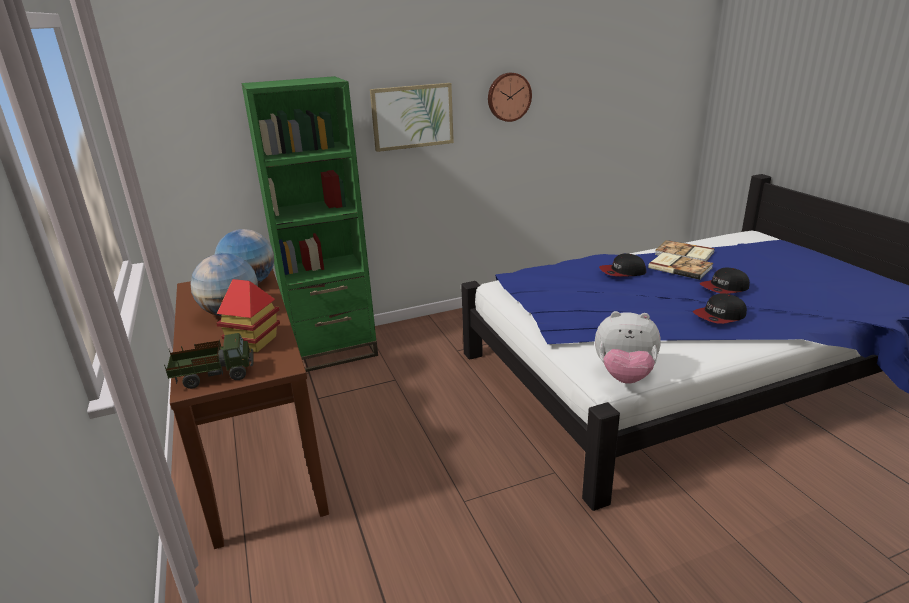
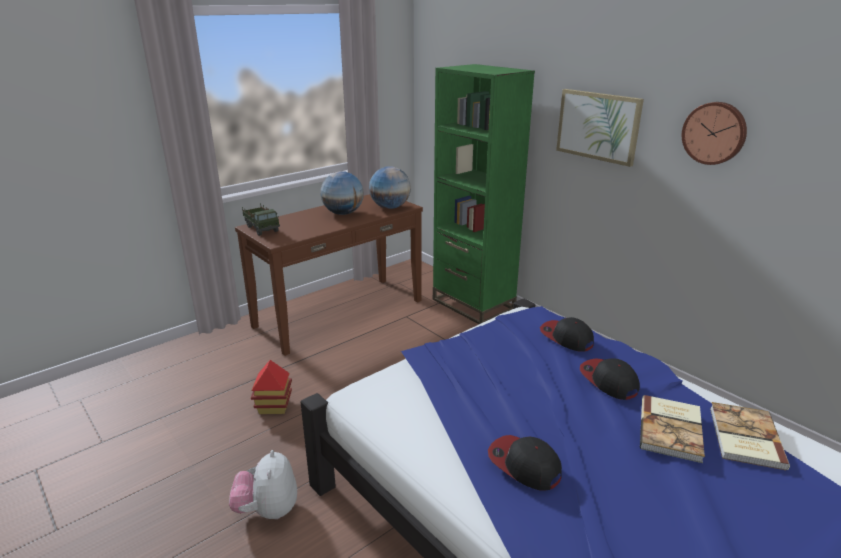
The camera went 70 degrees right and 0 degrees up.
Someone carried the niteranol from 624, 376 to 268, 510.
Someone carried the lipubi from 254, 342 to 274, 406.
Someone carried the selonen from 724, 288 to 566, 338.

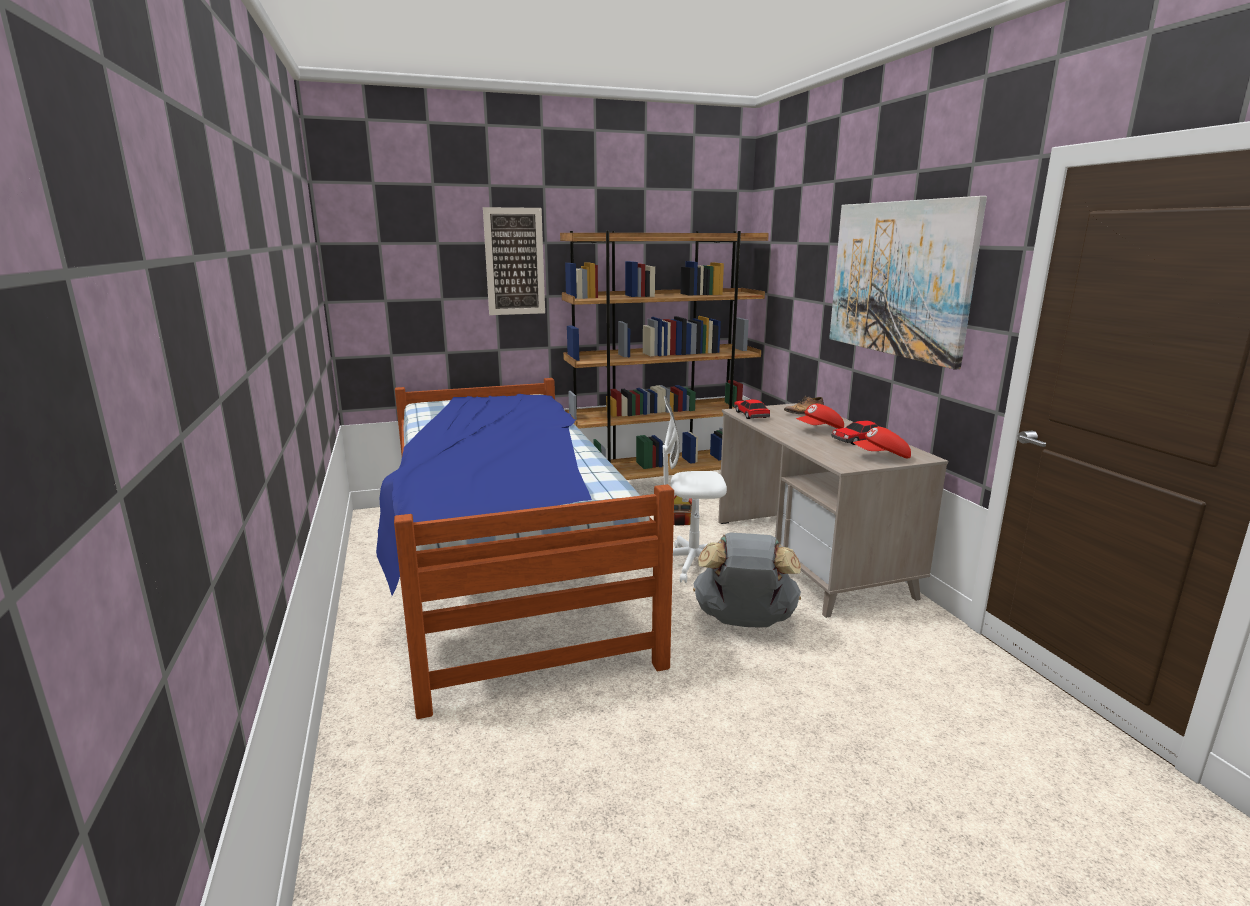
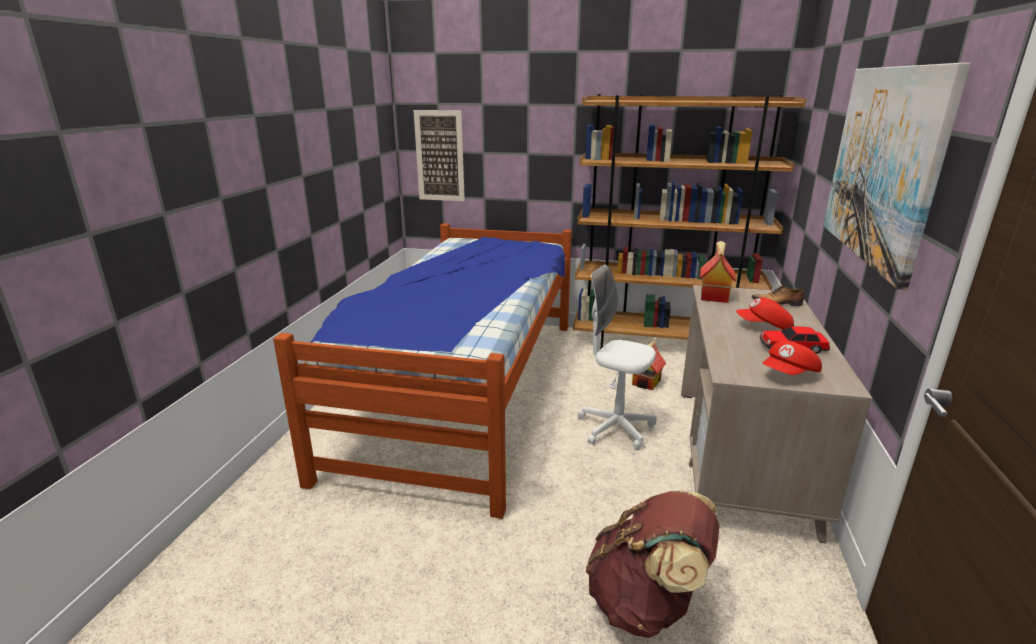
The camera went 30 degrees right and 5 degrees up.
Someone carried the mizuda from 514, 262 to 439, 156.
Someone put down the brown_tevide at 646, 604.
Someone swapped the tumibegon at 750, 415 for the lipubi at 713, 296.
Someone rotated the red_selonen at 882, 457 by 60 degrees counterclockwise.
Someone took away the grey_tevide at 744, 622.

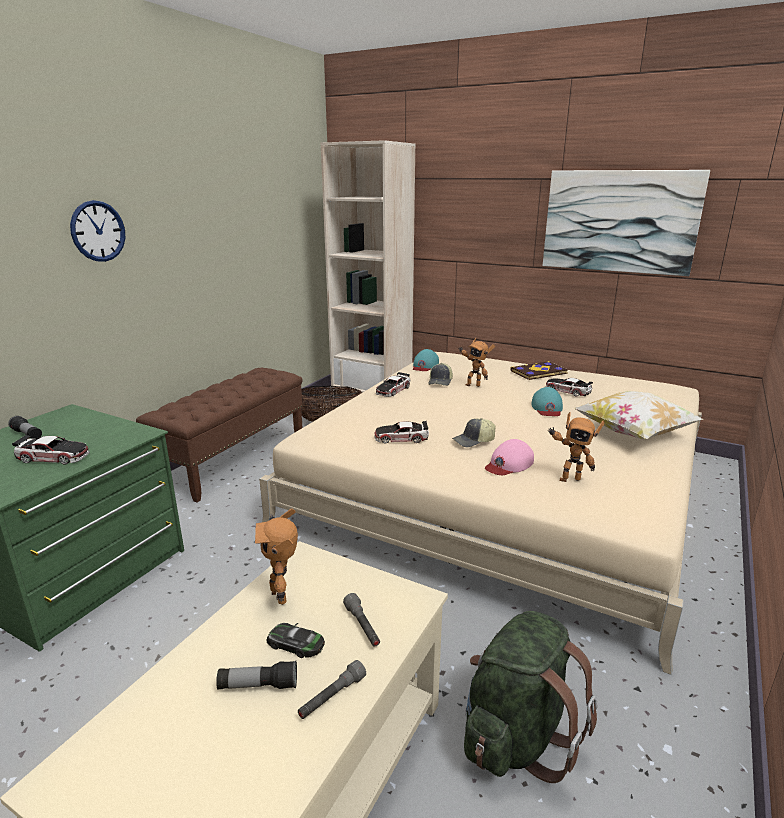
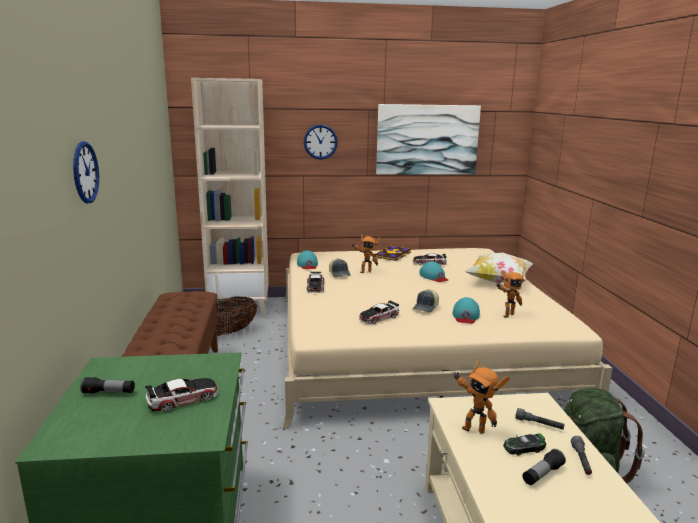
The camera went 35 degrees left and 5 degrees down.
Someone put up the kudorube at 320, 142.
Someone repainted the pink_selonen at 509, 464, which became the turquoise_selonen at 465, 316.

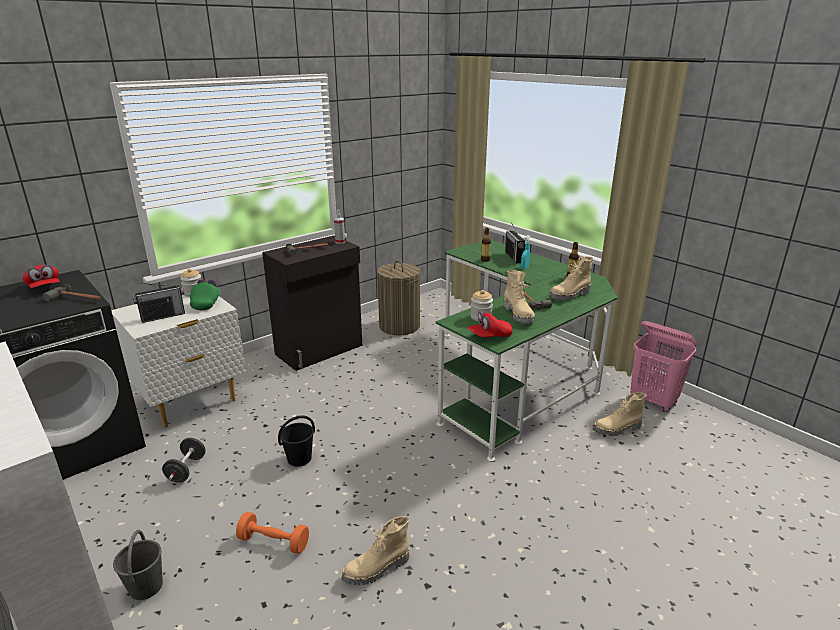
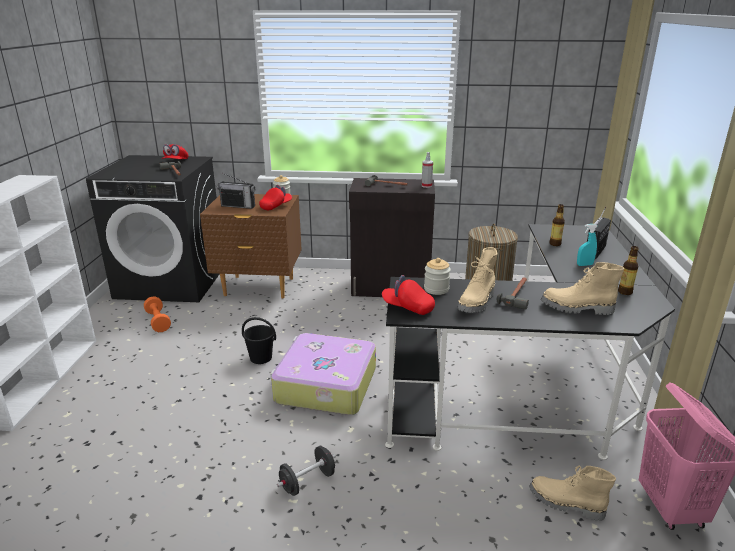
The camera went 45 degrees right and 0 degrees up.
Someone carried the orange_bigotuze from 274, 542 to 158, 321.
Someone repainted the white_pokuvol at 192, 402, which became the brown_pokuvol at 259, 287.
Someone repainted the green_selonen at 206, 303, which became the red_selonen at 276, 206.
Someone put down the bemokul at 324, 385.
Someone carried the black_bigotuze from 186, 470 to 307, 481.
Someone repainted the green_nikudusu at 516, 377, which became the black_nikudusu at 532, 392.
Someone took away the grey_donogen at 146, 586.
Someone took away the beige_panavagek at 377, 569.

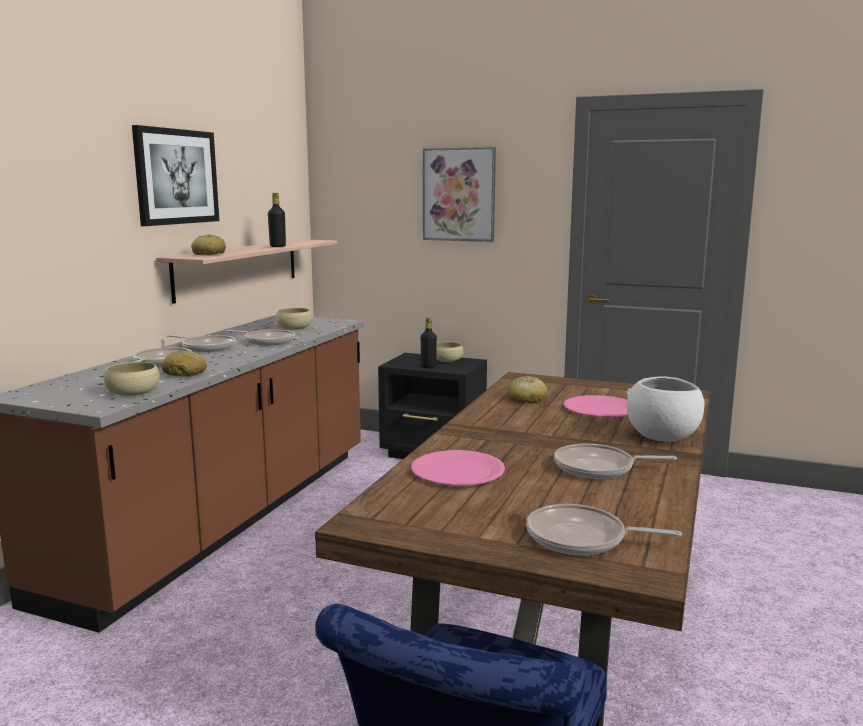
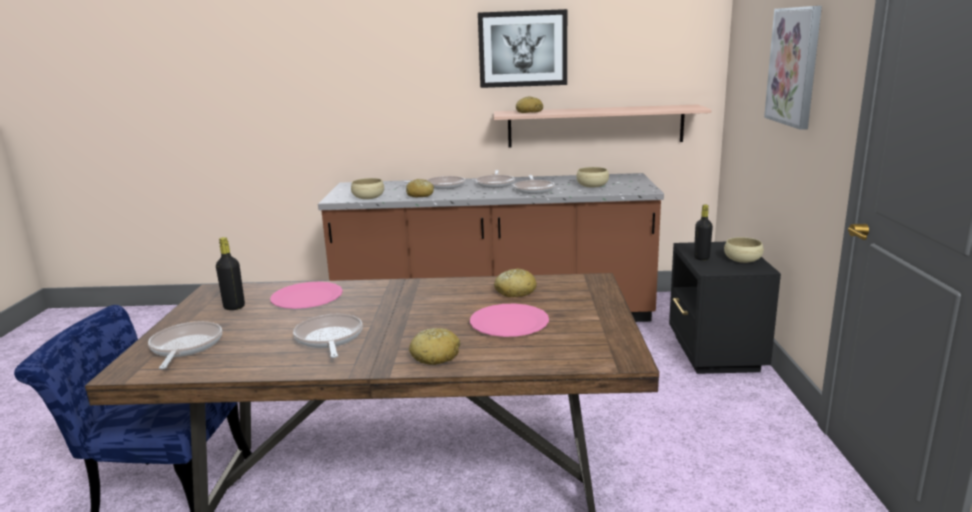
The camera went 70 degrees right and 5 degrees up.
Someone carried the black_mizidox from 277, 246 to 234, 307.
Someone swapped the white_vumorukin at 661, 436 for the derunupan at 435, 356.

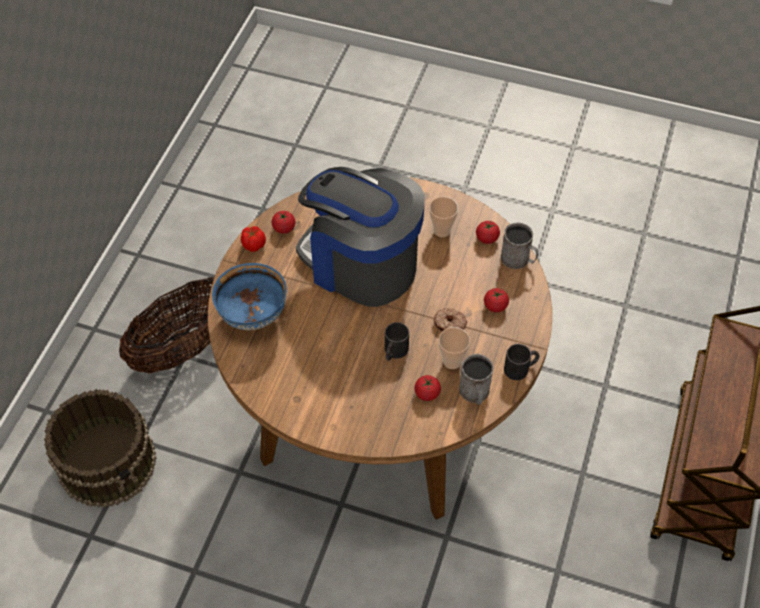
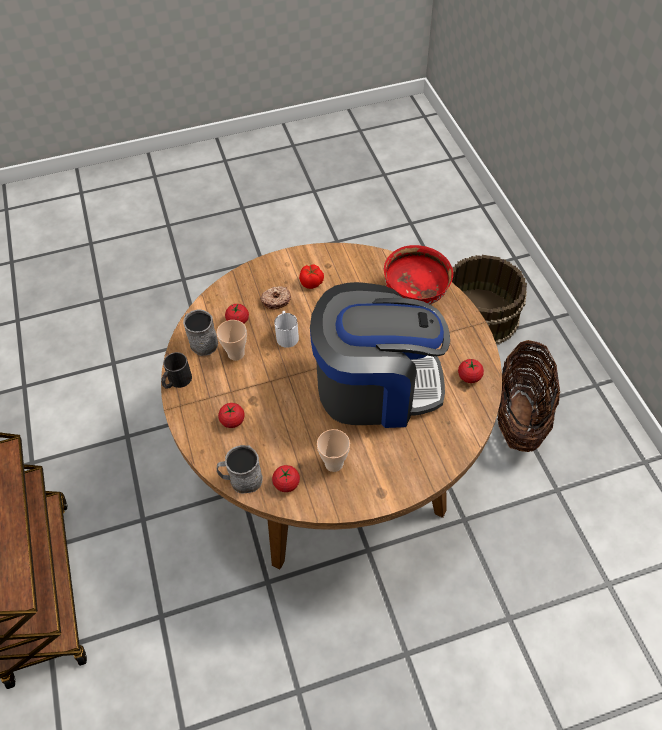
The camera went 145 degrees right and 0 degrees up.
Someone carried the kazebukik from 449, 324 to 276, 300.
Someone repainted the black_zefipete at 394, 352, which became the white_zefipete at 286, 334.
Someone carried the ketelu from 253, 244 to 312, 283.
Someone repainted the blue_vumorukin at 252, 316, which became the red_vumorukin at 415, 296.

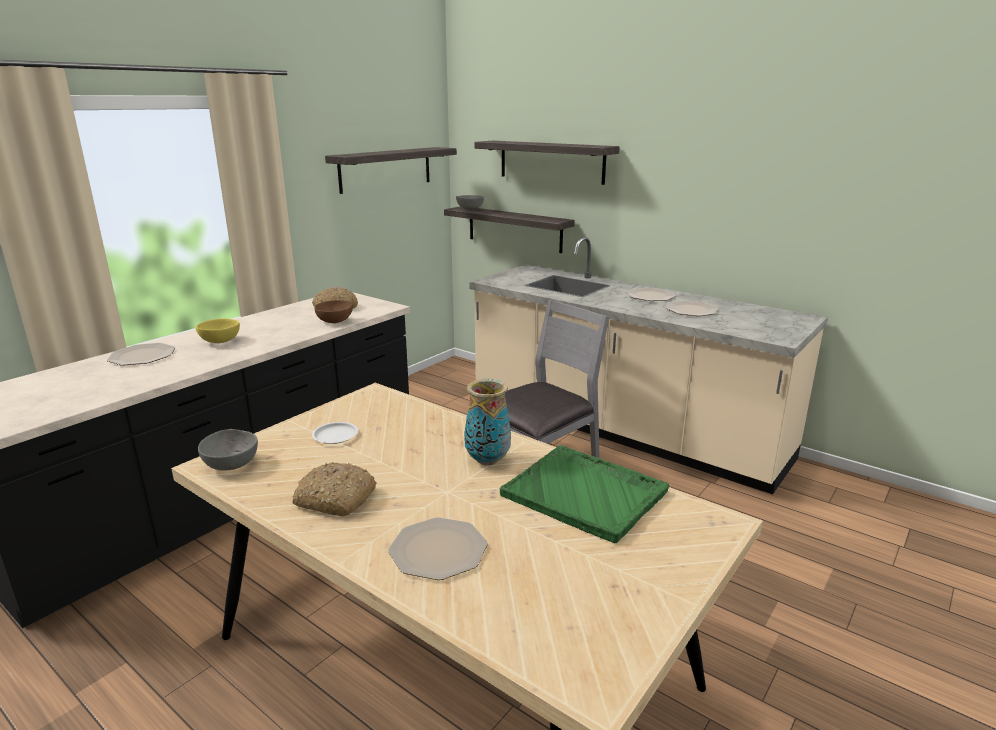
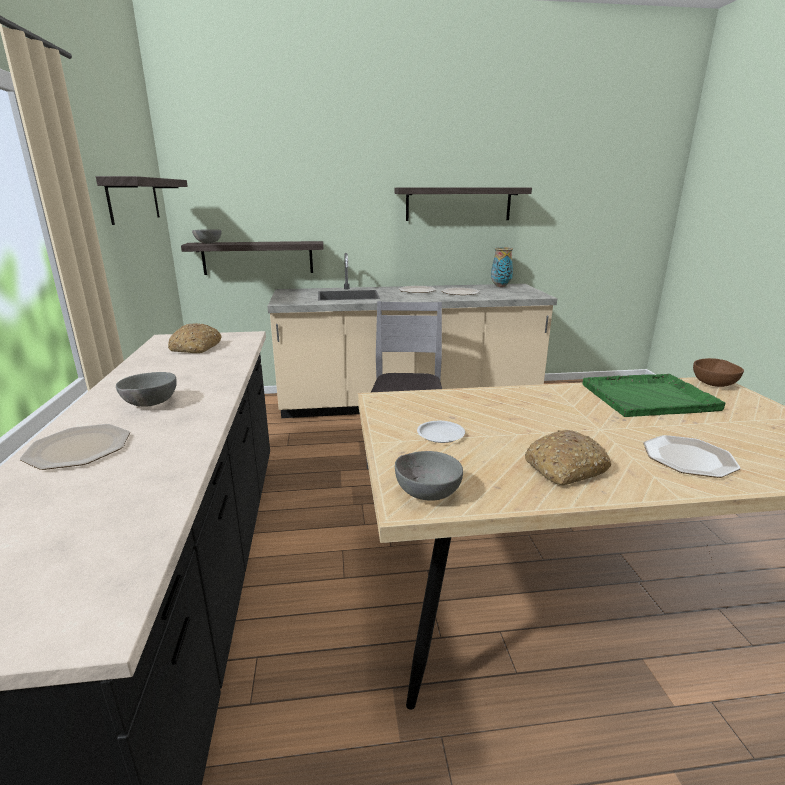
The camera went 45 degrees left and 0 degrees up.
Someone repainted the yellow_vumorukin at 219, 342, which became the grey_vumorukin at 149, 404.
Someone carried the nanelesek from 551, 161 to 458, 204.
Someone carried the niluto from 487, 460 to 500, 286.
Someone carried the brown_vumorukin from 336, 322 to 714, 384.

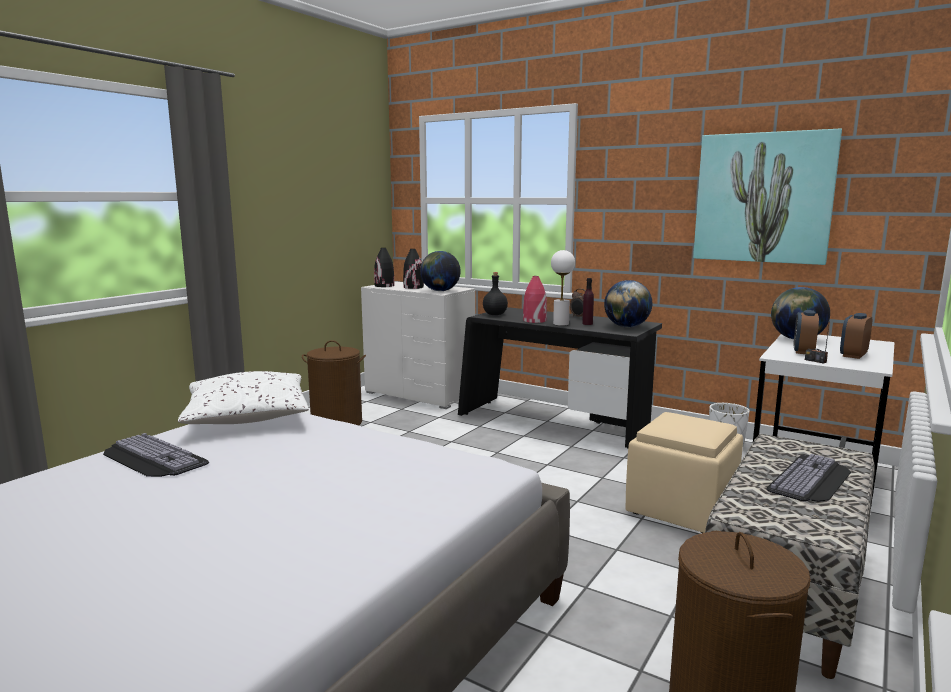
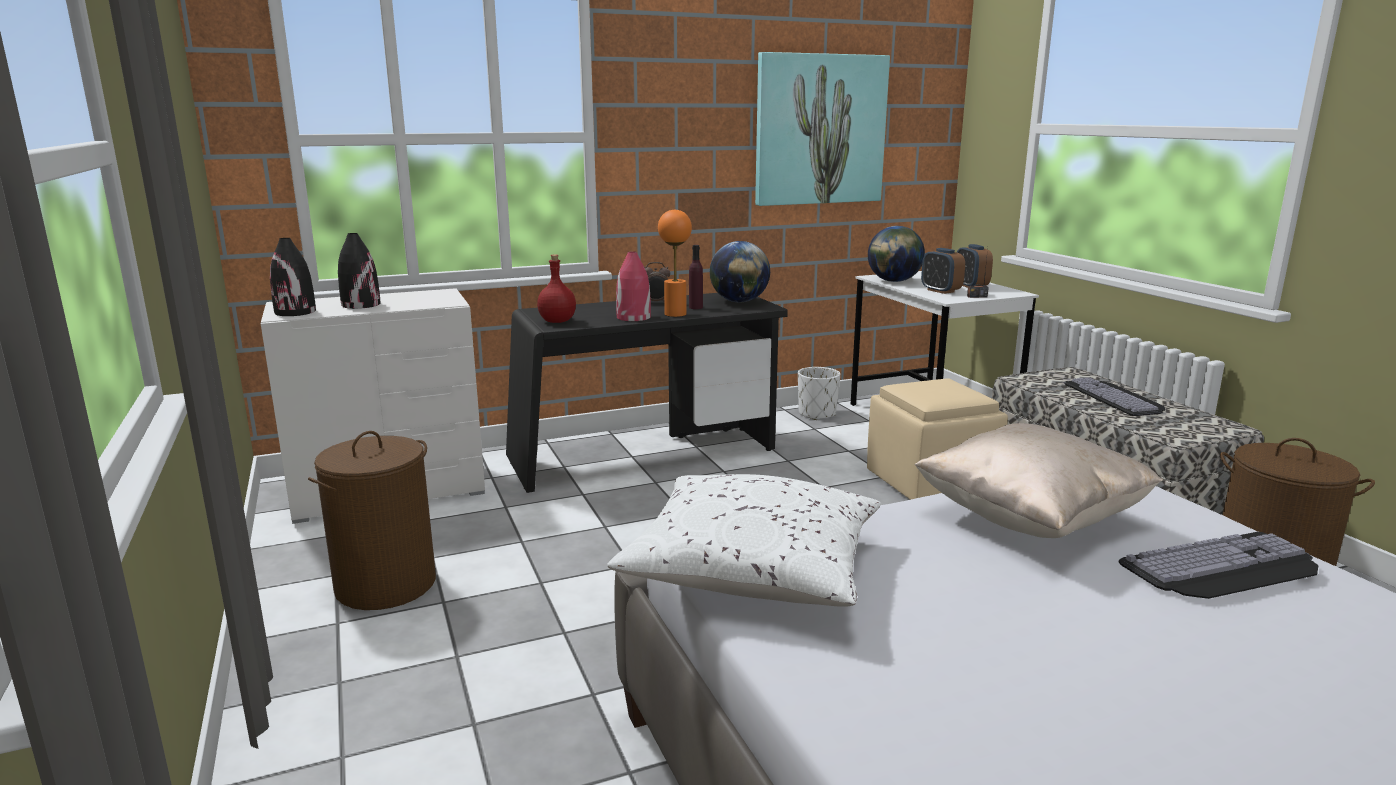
The camera went 55 degrees left and 5 degrees up.
Someone repainted the black_mizidox at 495, 314, which became the red_mizidox at 558, 321.
Someone repainted the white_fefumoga at 561, 324, which became the orange_fefumoga at 675, 314.
Someone put down the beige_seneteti at 1030, 519.
Someone carried the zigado from 150, 457 to 1225, 568.
Someone took away the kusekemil at 440, 291.

